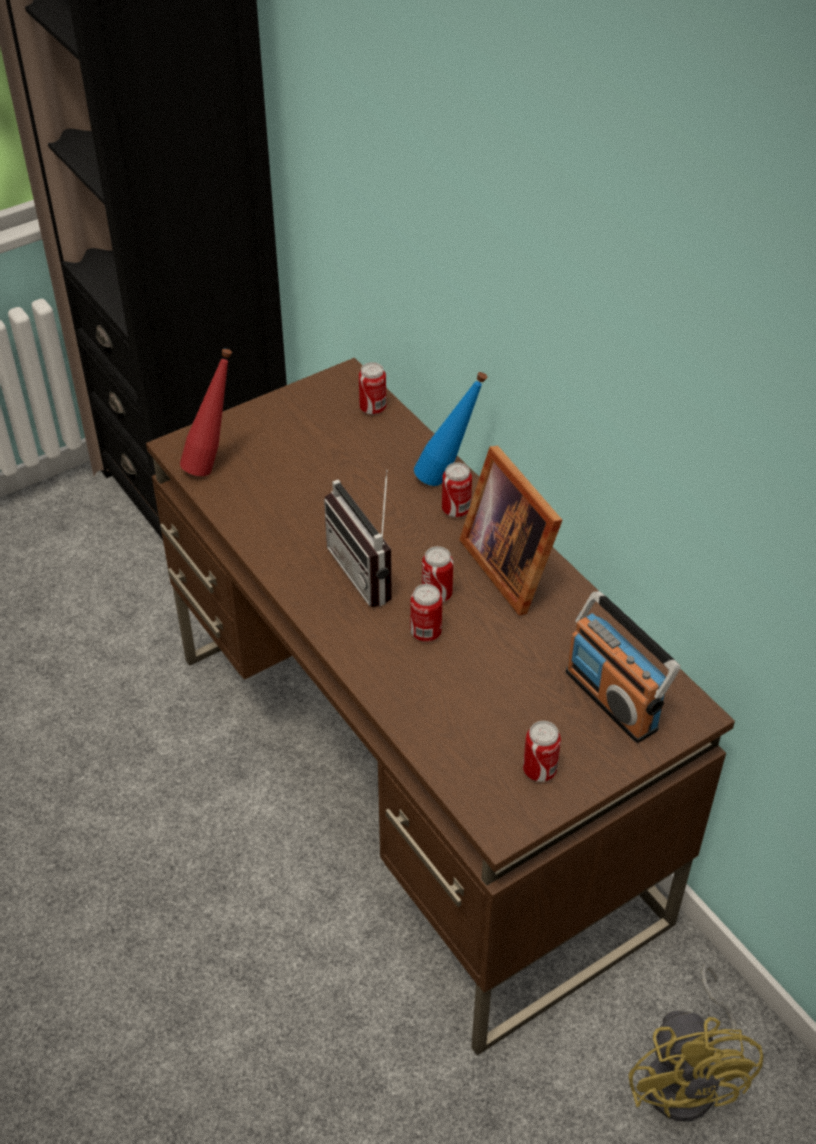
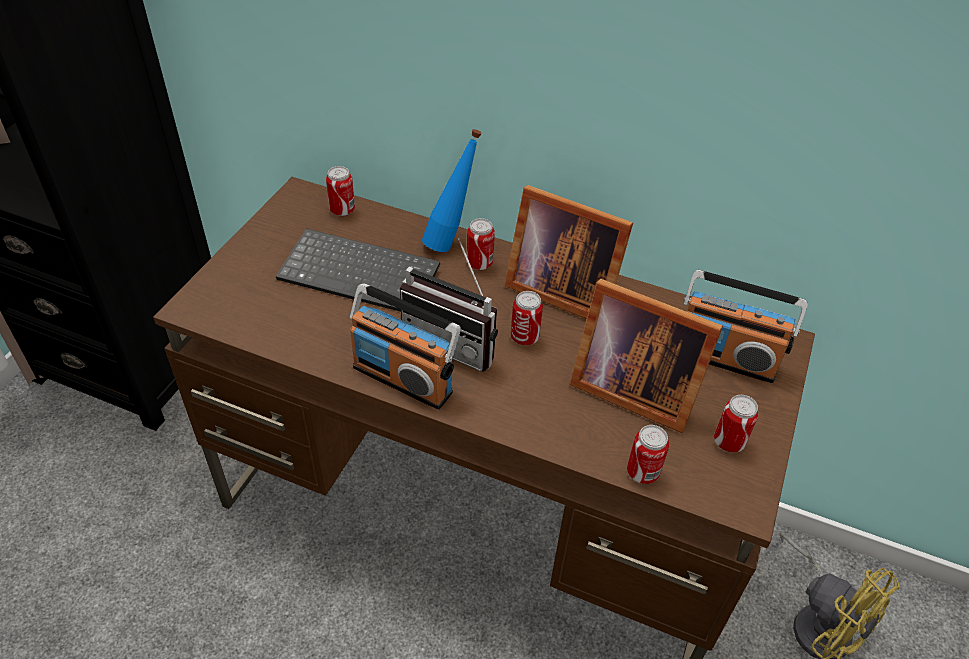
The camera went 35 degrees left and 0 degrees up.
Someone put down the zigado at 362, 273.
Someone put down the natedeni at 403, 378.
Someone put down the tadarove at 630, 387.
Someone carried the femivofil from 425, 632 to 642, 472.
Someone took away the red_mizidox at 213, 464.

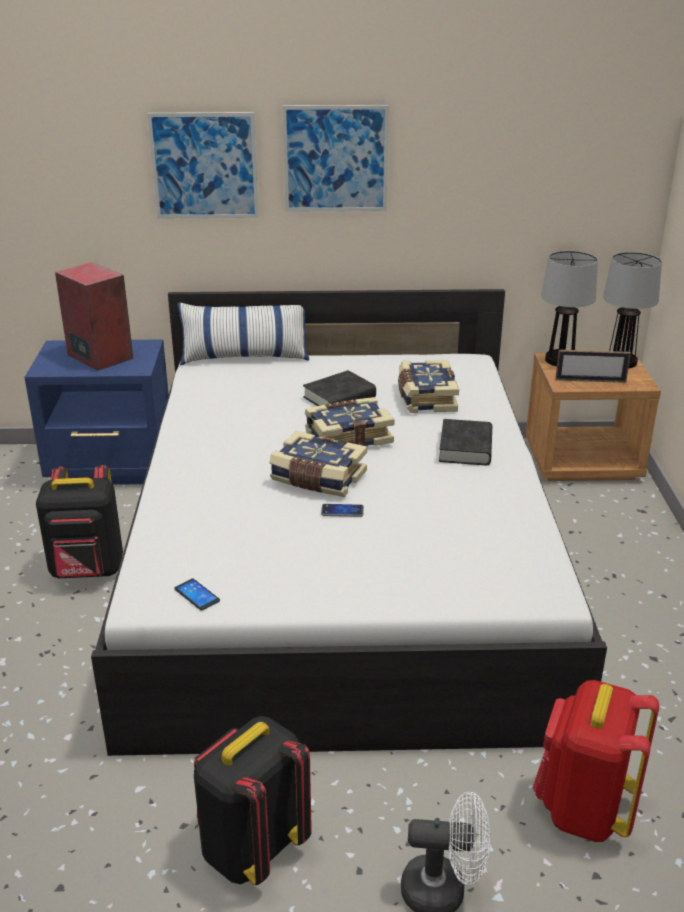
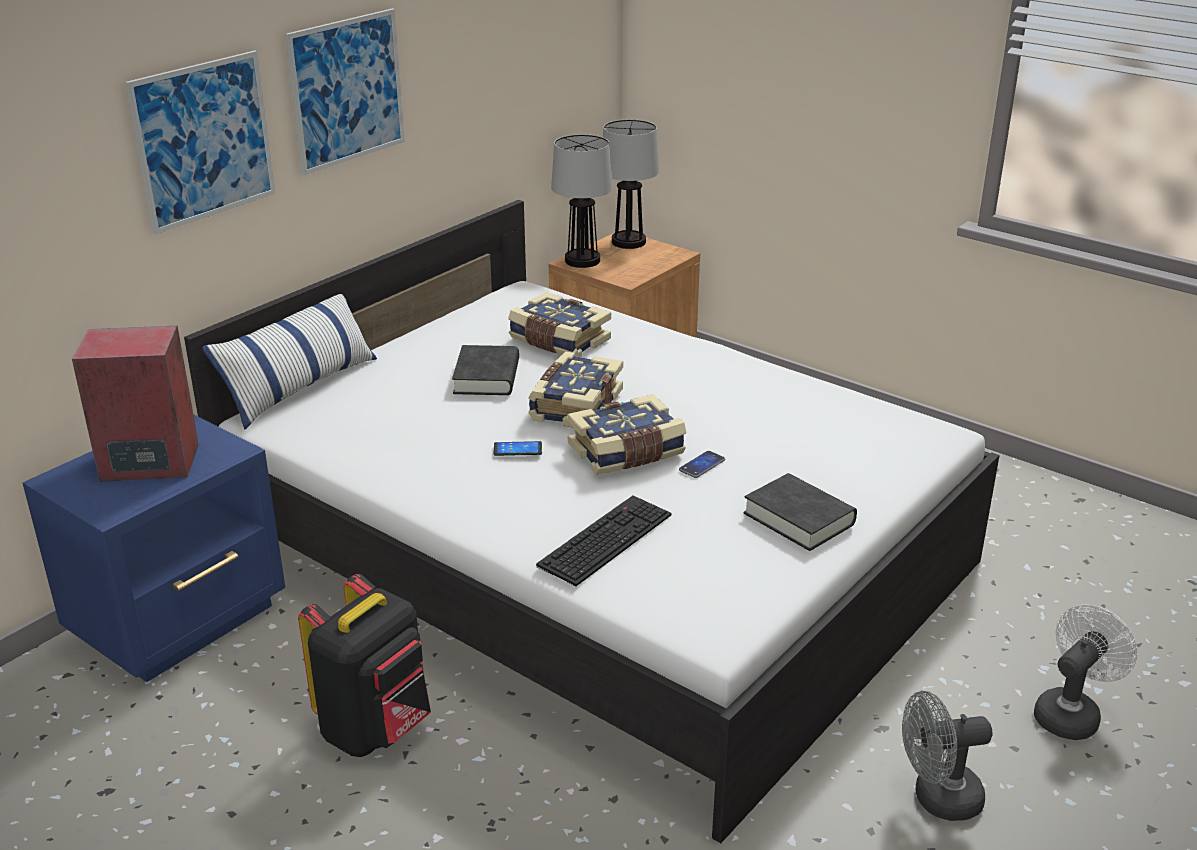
The camera went 50 degrees left and 0 degrees up.
Someone carried the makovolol from 197, 595 to 517, 449.
Someone put down the zigado at 605, 538.
Someone carried the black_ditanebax from 465, 448 to 799, 519.
Someone swapped the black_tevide at 251, 848 for the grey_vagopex at 937, 799.
Someone took away the red_tevide at 583, 809.
Someone took away the tadarove at 590, 381.

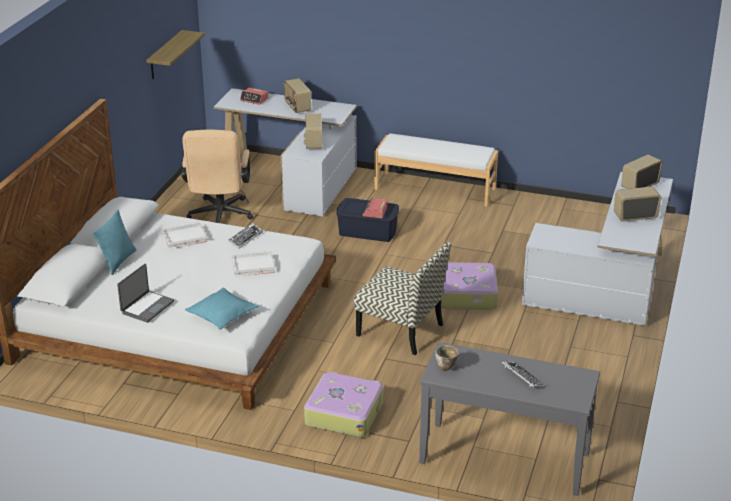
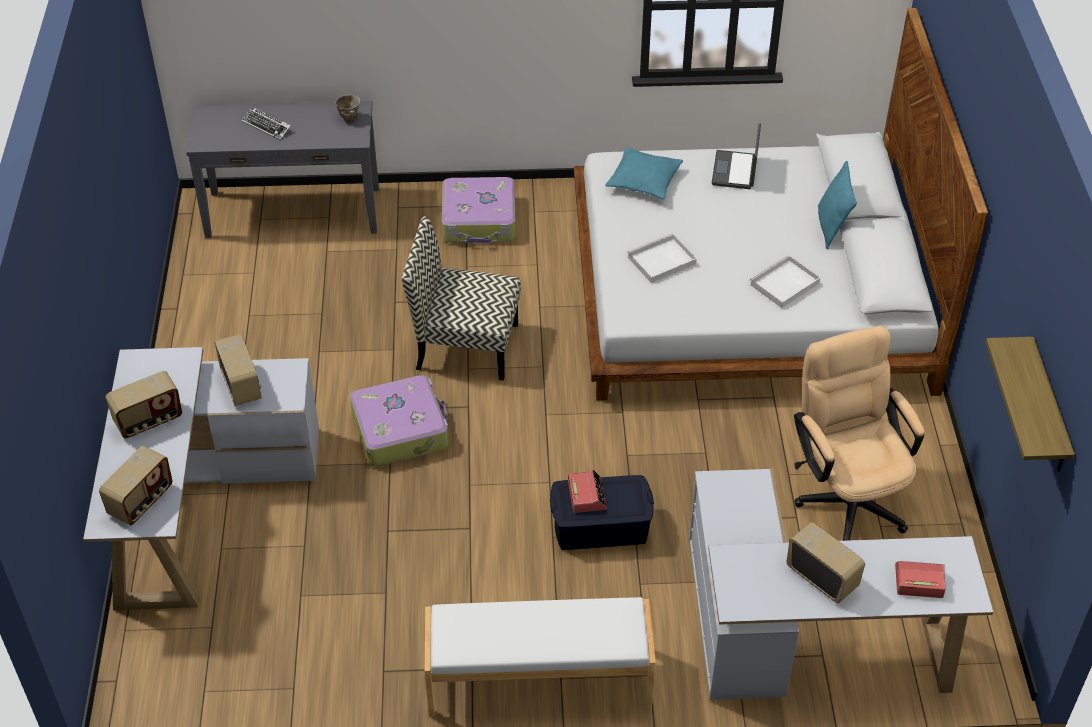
The camera went 160 degrees right and 15 degrees up.
Someone carried the natedeni from 313, 143 to 242, 385.
Someone took away the zigado at 245, 238.

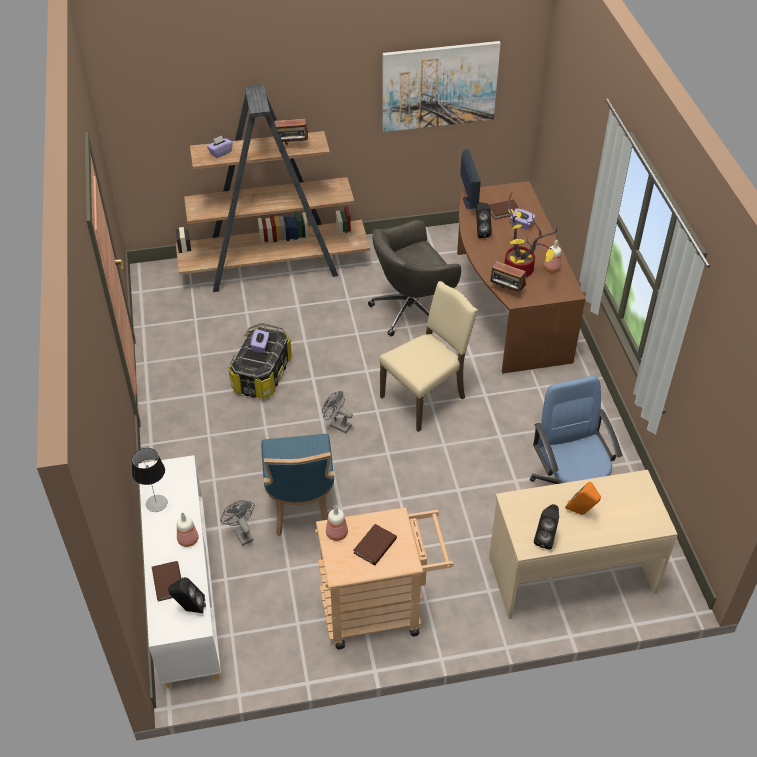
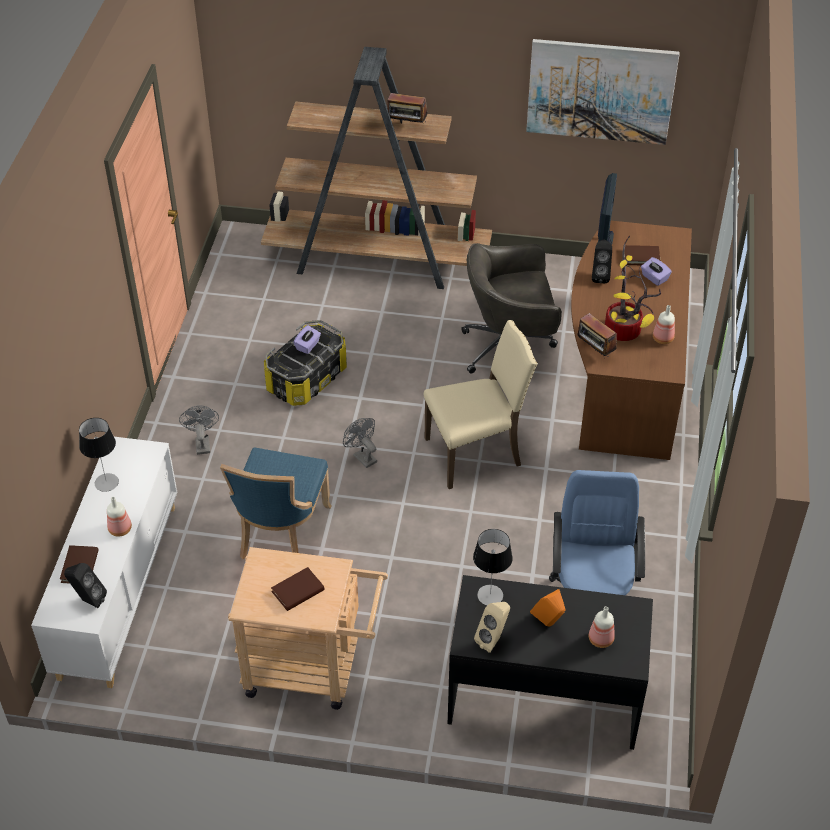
The camera went 20 degrees right and 0 degrees up.
Someone carried the grey_vagopex from 241, 533 to 202, 443.
Someone repainted the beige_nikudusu at 571, 573, which became the black_nikudusu at 544, 696.
Someone put down the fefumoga at 490, 595.
Someone repainted the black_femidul at 546, 538, which became the beige_femidul at 493, 640.
Someone carried the mizidox from 337, 534 to 601, 640.
Someone took away the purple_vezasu at 220, 152.

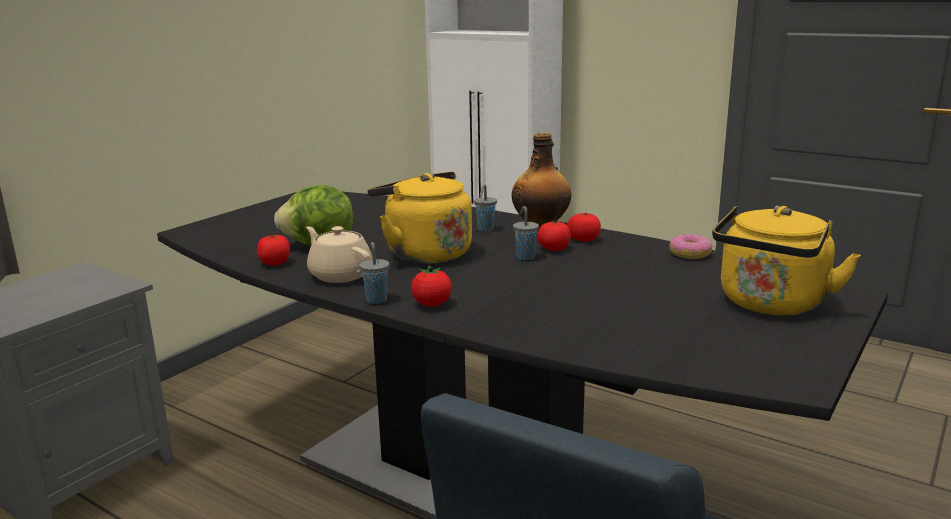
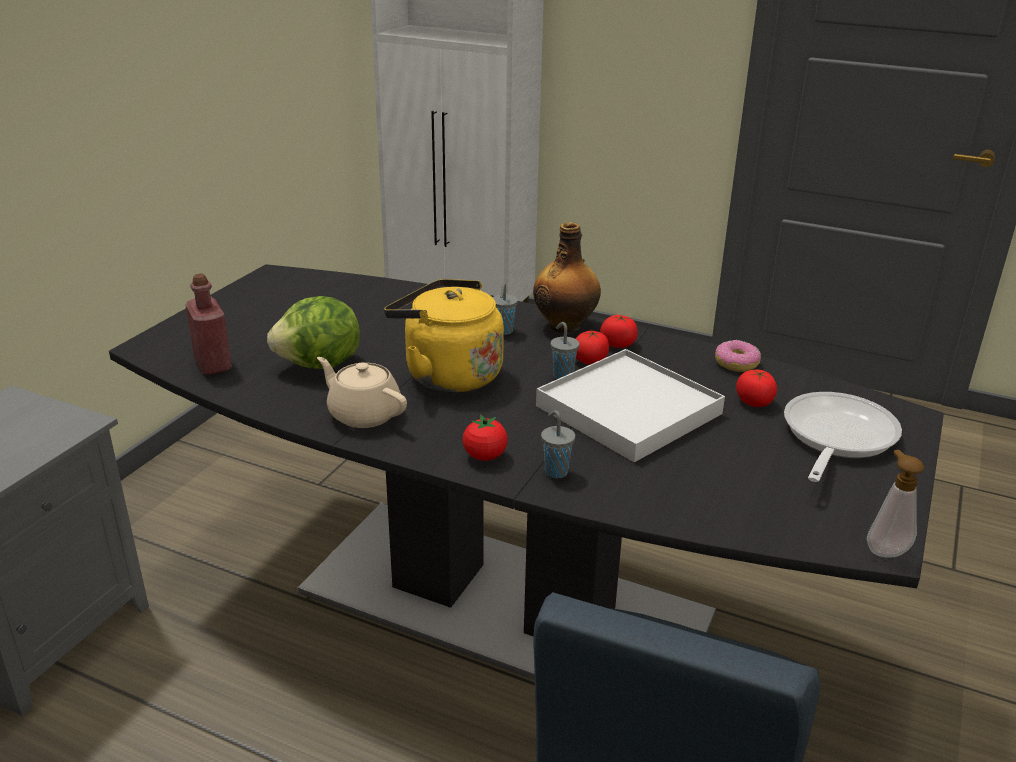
The camera went 10 degrees left and 10 degrees up.
Someone put down the red_mizidox at 213, 364.
Someone put down the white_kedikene at 628, 410.
Someone carried the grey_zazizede from 376, 299 to 555, 471.
Someone carried the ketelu from 275, 263 to 754, 402.
Someone swapped the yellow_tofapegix at 770, 305 for the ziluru at 835, 438.
Someone put down the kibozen at 885, 549.

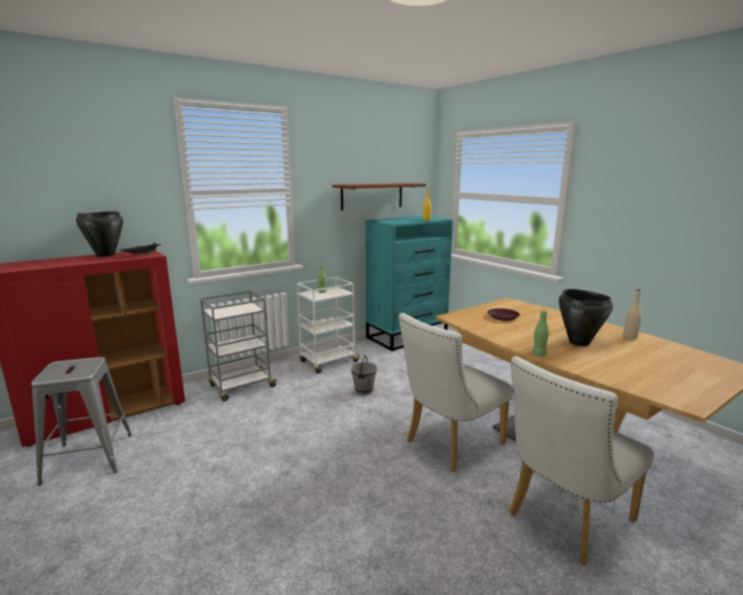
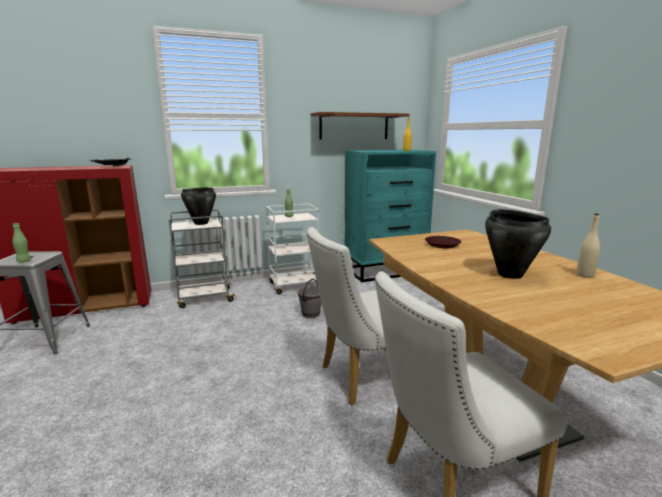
The camera went 15 degrees right and 0 degrees up.
Someone carried the green_mizidox from 538, 354 to 24, 261.
Someone carried the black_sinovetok from 105, 255 to 200, 223.

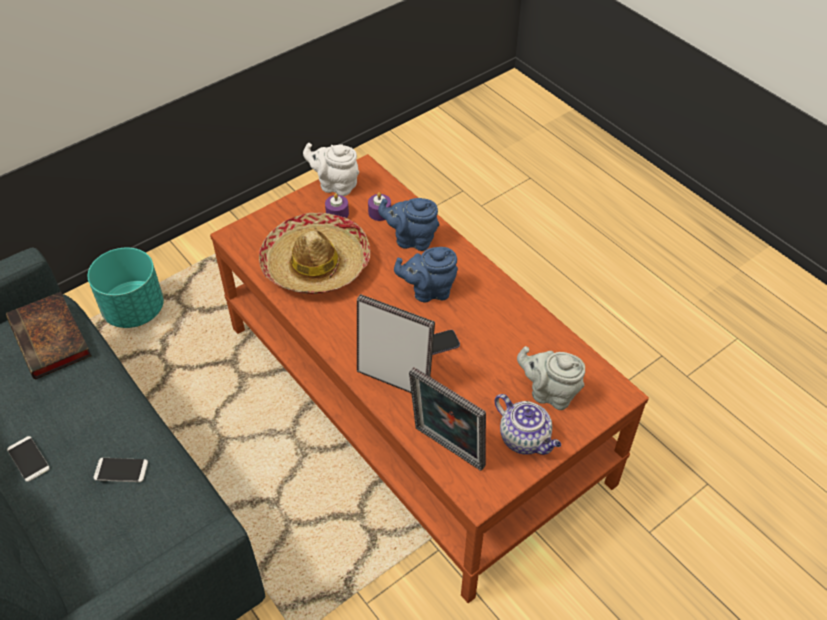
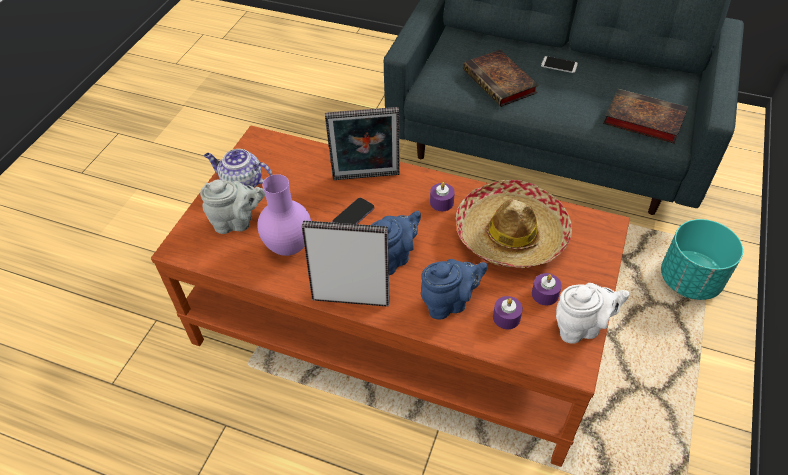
The camera went 150 degrees right and 0 degrees up.
Someone put down the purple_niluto at 289, 246.
Someone carried the tadarove from 446, 450 to 351, 296.
Someone put down the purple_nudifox at 441, 202.
Someone swapped the makovolol at 121, 470 for the ditanebax at 501, 82.

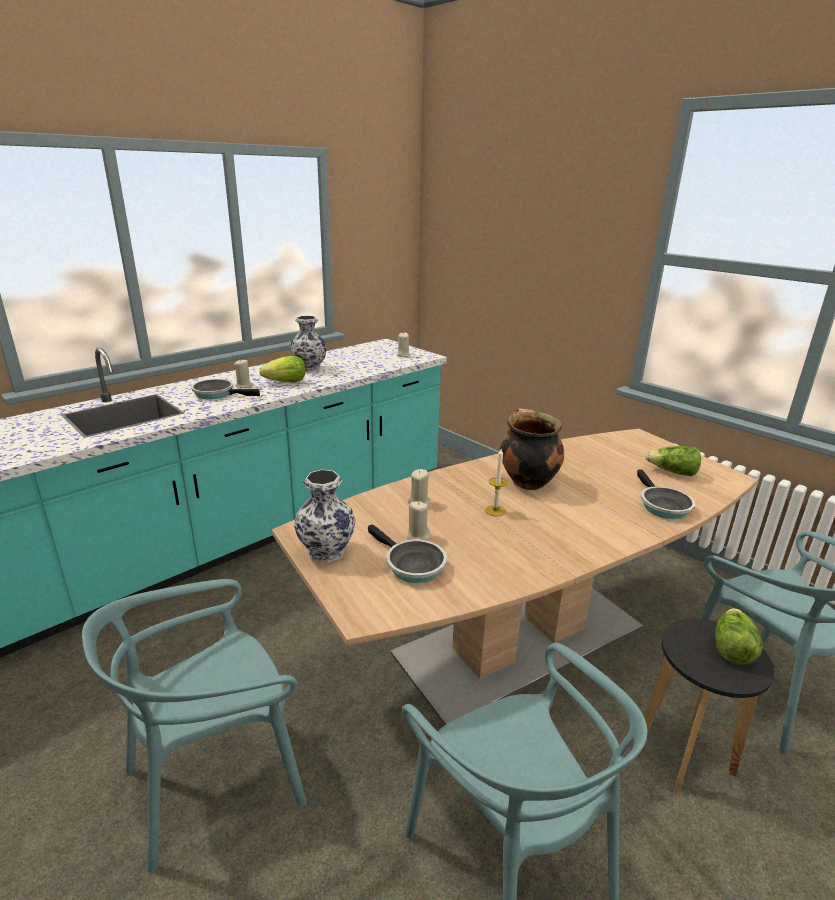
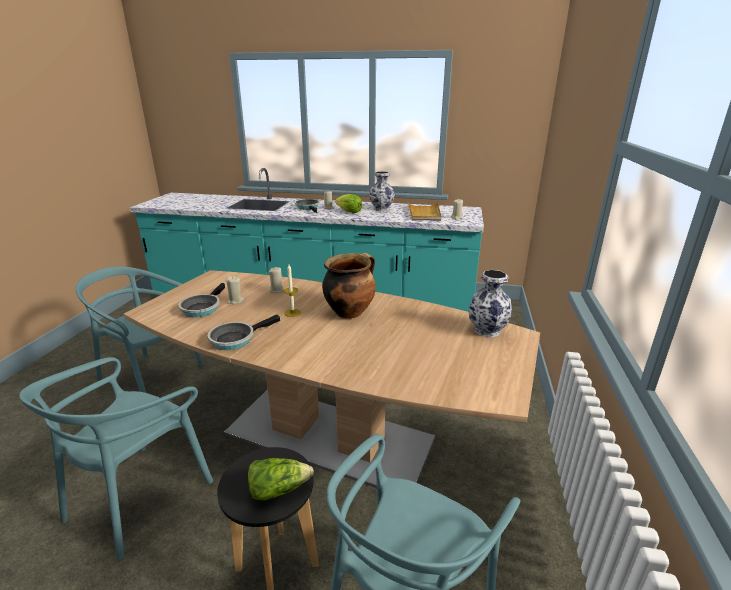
The camera went 55 degrees right and 0 degrees up.
Someone carried the ziluru from 662, 505 to 235, 339.
Someone put down the beige_kedikene at 424, 213.
Someone carried the niluto from 326, 551 to 487, 330.
Someone took away the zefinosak at 672, 472.

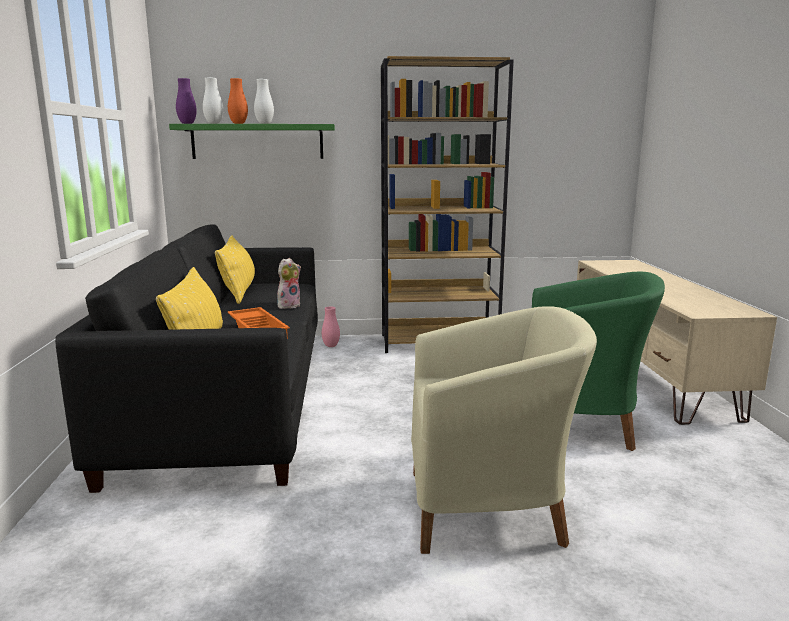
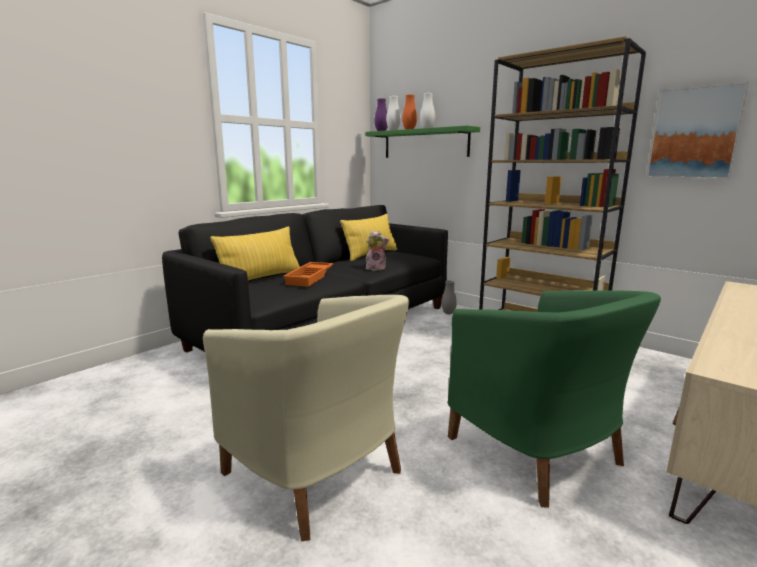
The camera went 45 degrees right and 0 degrees up.
Someone repainted the pink_niluto at 331, 346, which became the grey_niluto at 448, 313.
Someone put up the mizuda at 694, 133.

